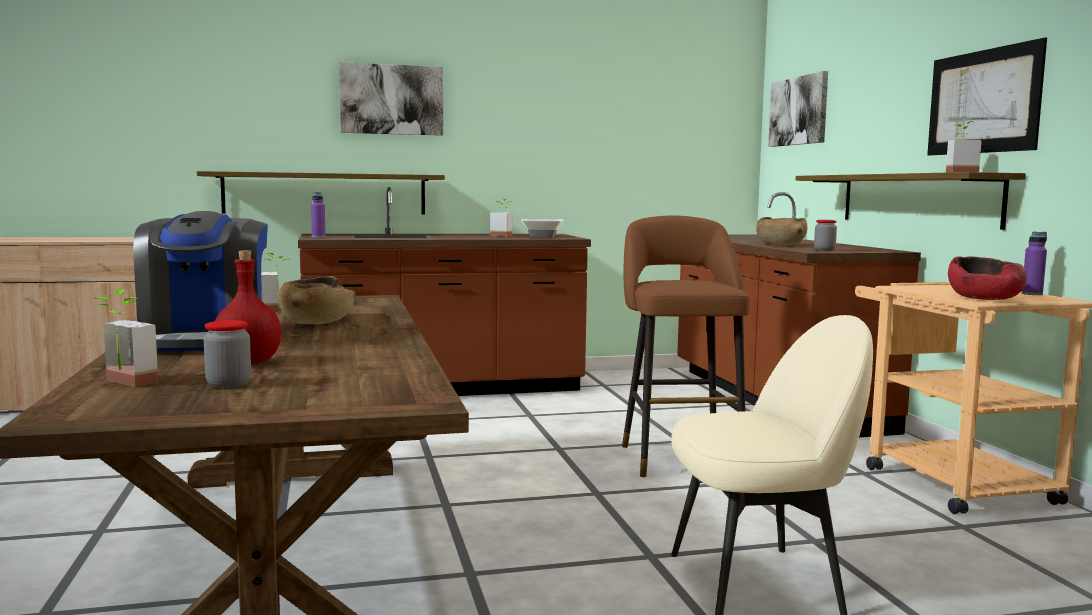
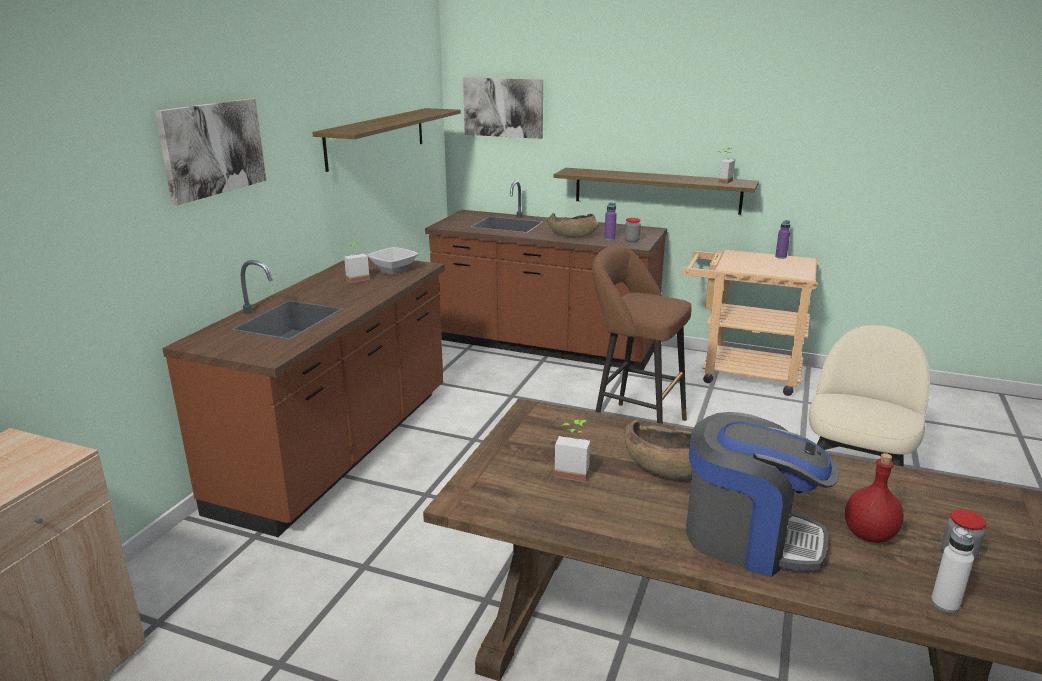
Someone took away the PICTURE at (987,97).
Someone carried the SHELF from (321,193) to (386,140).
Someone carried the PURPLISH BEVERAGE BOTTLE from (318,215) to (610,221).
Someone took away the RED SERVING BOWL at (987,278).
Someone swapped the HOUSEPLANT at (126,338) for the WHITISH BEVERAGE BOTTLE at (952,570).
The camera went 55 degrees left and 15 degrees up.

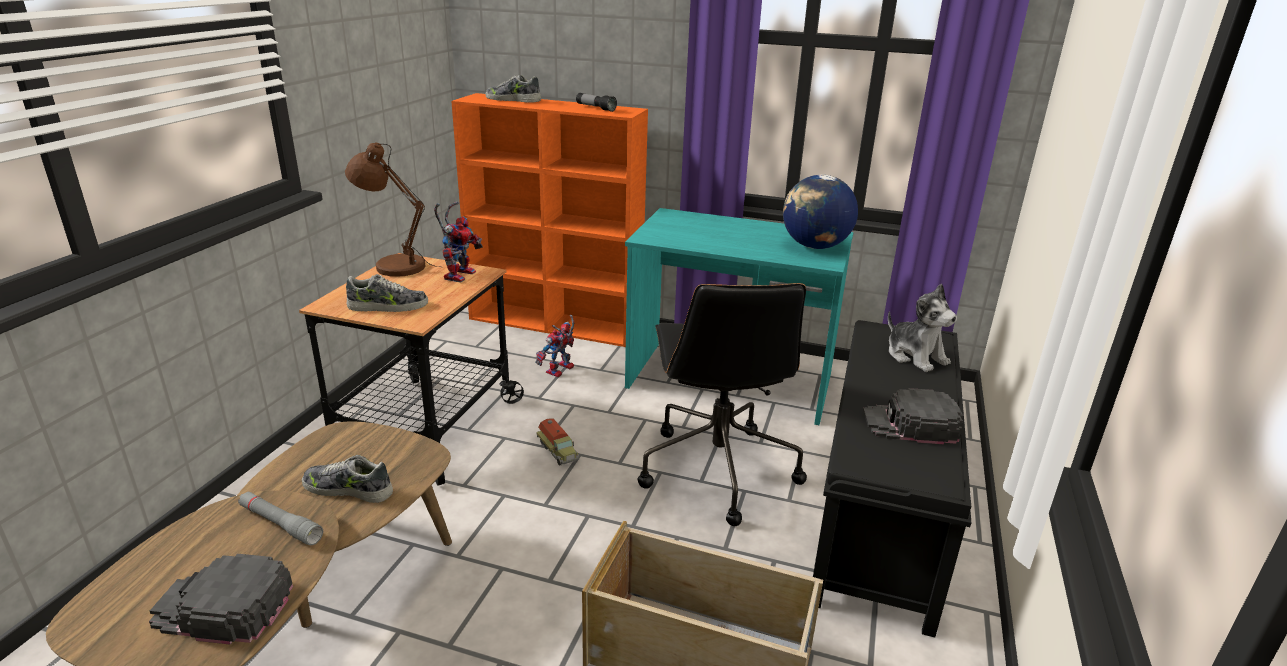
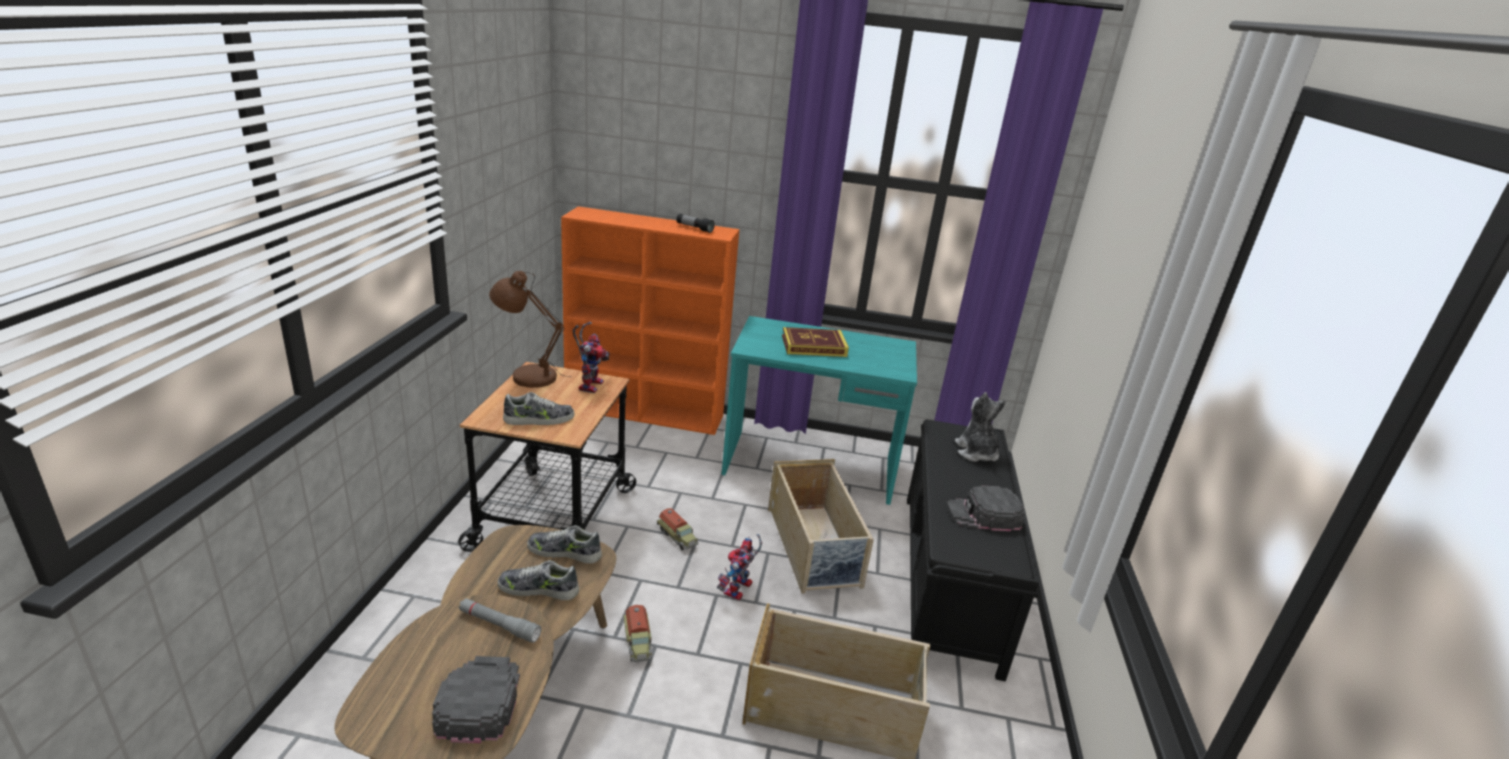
Someone carried the SHOE from (513,89) to (564,544).
Someone took away the GLOBE at (820,212).
Someone swapped the BLACK-COLOURED COMPUTER CHAIR at (722,404) for the BEIGE STORAGE BOX at (821,526).
Someone rotated the CUDDLY TOY at (922,328) by 150 degrees counterclockwise.
Someone carried the ROBOT FIGURE from (554,346) to (739,567).
Someone rotated the BLACK-COLOURED CAP at (221,599) by 90 degrees clockwise.
Someone put down the BOOK at (815,342).
Someone put down the TOY TRUCK at (638,633).
The camera went 10 degrees left and 0 degrees up.

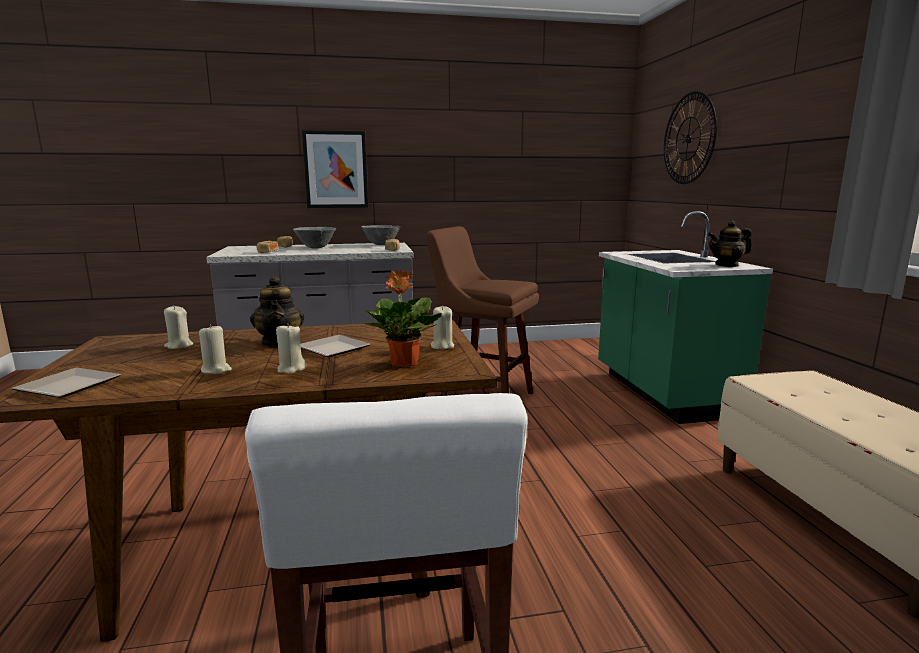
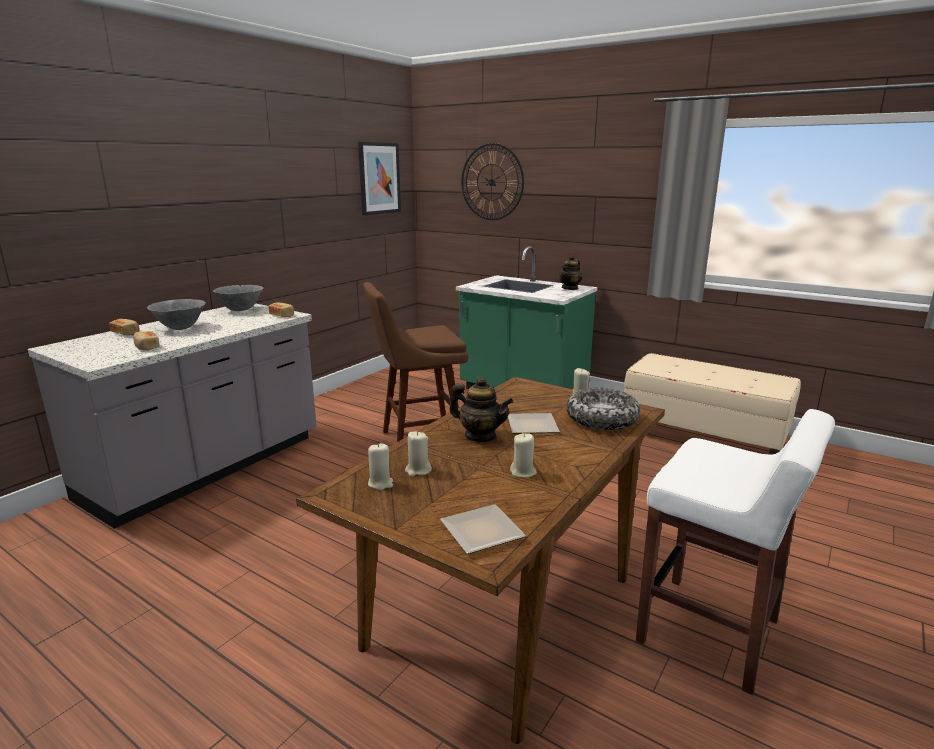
Someone carried the PICTURE from (335,169) to (379,178).
Someone swapped the HOUSEPLANT at (403,318) for the SERVING BOWL at (603,409).
Someone carried the BEIGE WAX CANDLE from (291,348) to (380,466).
The camera went 45 degrees left and 5 degrees up.

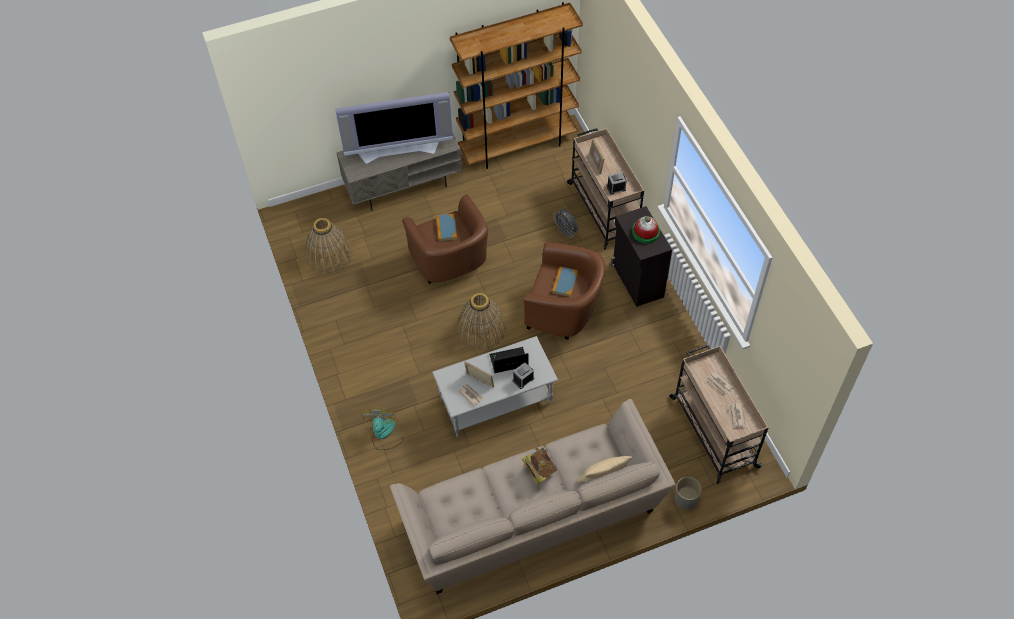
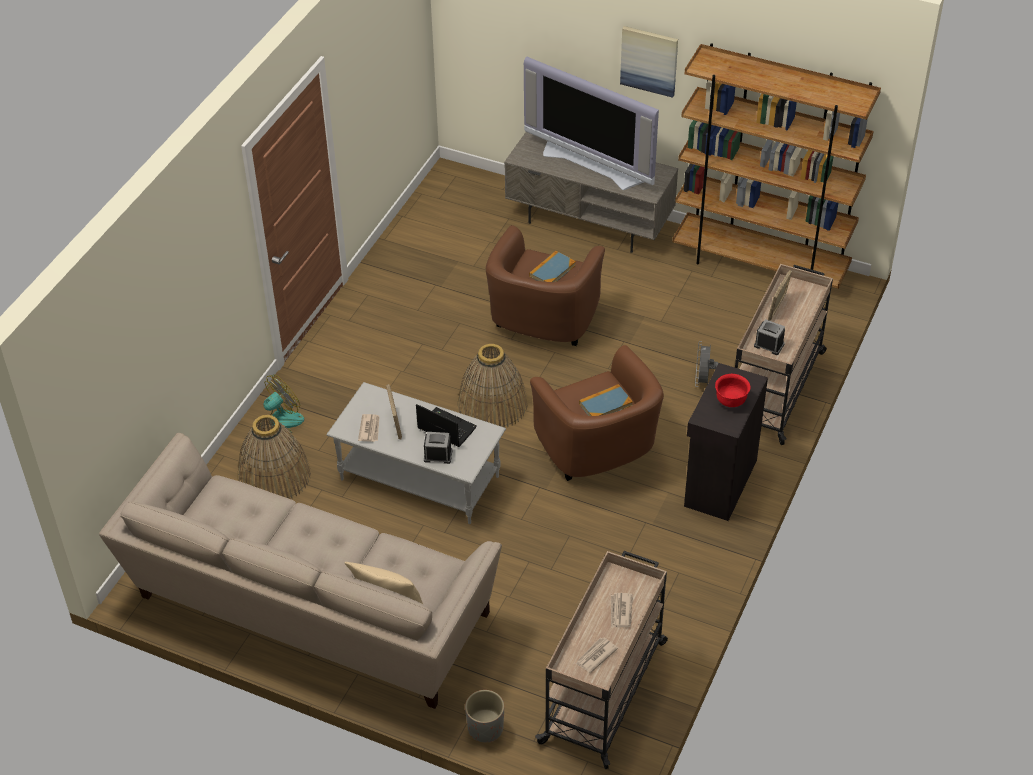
Someone swapped the CLOTHING HAT at (646,229) for the RED SERVING BOWL at (733,390).
Someone carried the STORAGE BASKET from (329,246) to (274,457).
Someone took away the BOOK at (539,465).
Someone put up the PICTURE at (649,62).
The camera went 45 degrees right and 10 degrees down.

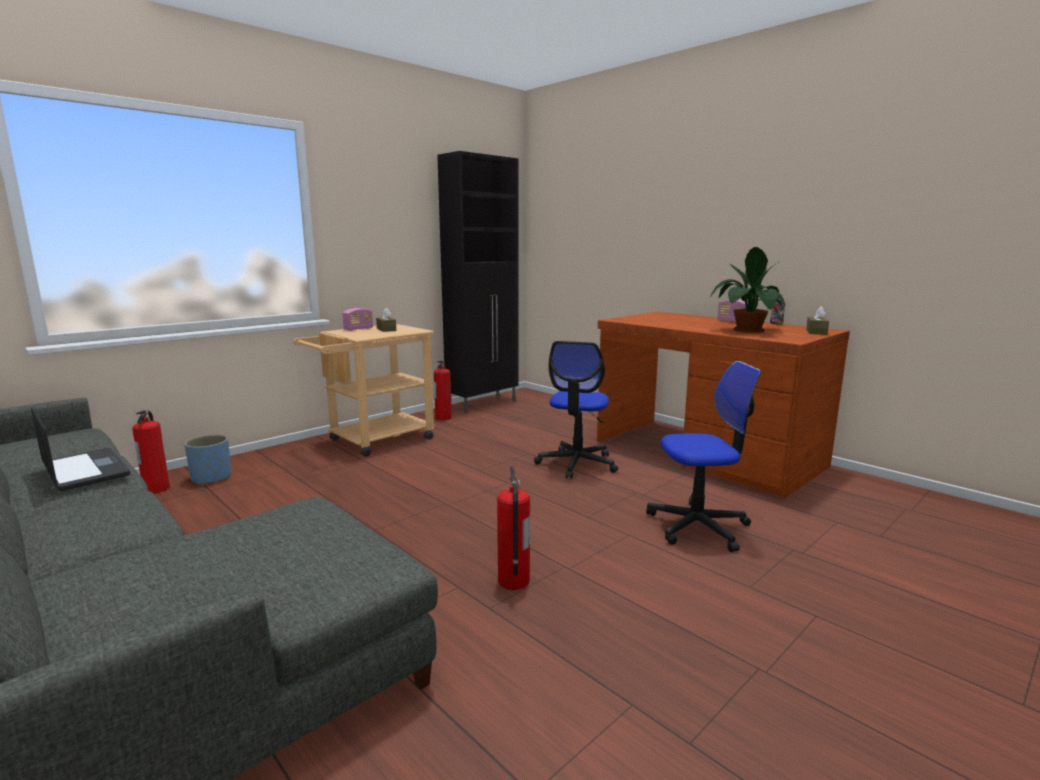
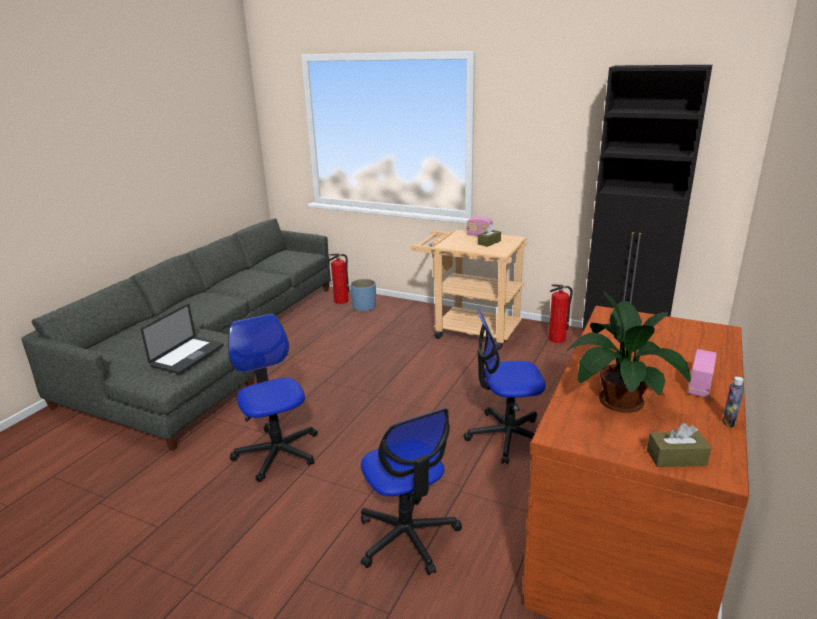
Someone carried the LAPTOP from (80,449) to (182,339).
Someone swapped the FIRE-FIGHTING CYLINDER at (513,528) for the COMPUTER CHAIR at (273,398).
The camera went 70 degrees right and 10 degrees up.

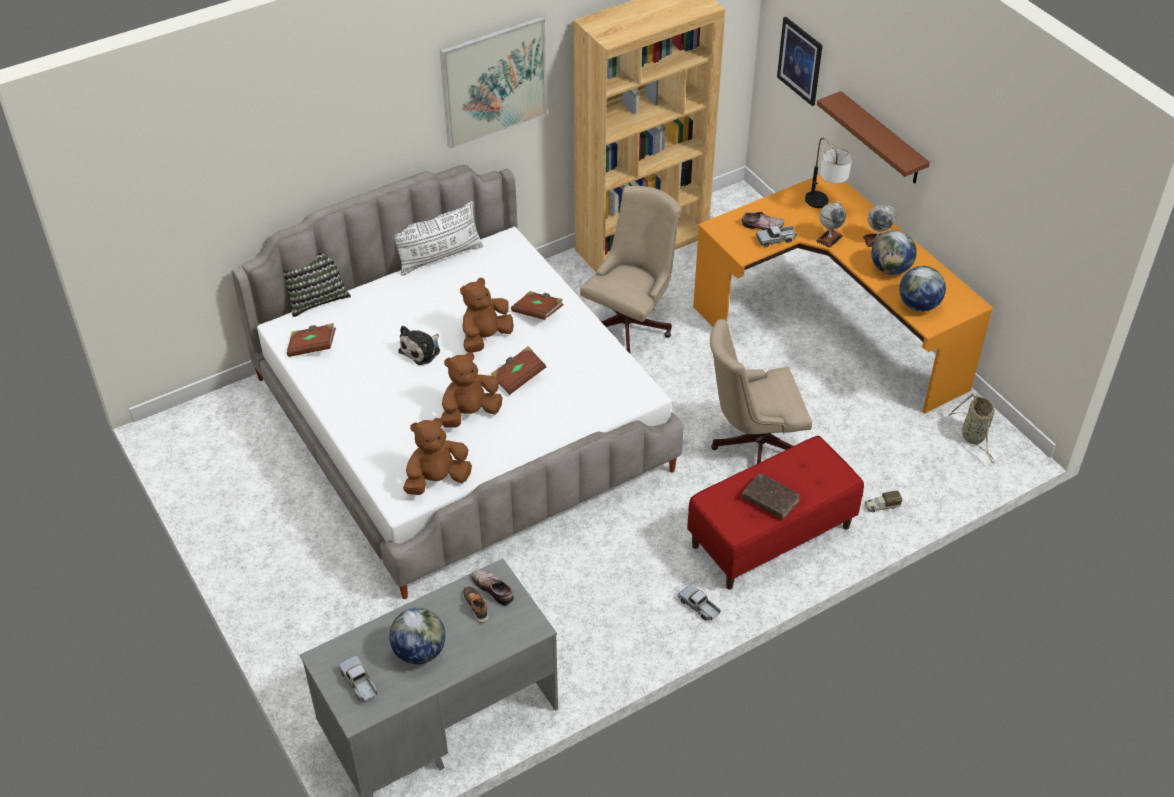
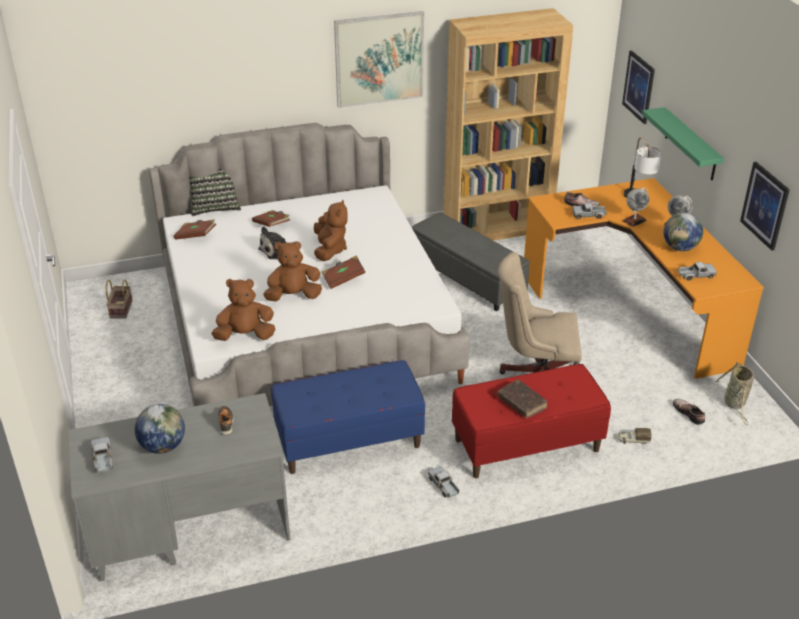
Someone repainted the BROWN SHELF at (873,137), which became the GREEN-COLOURED SHELF at (683,143).
Someone swapped the BEIGE COMPUTER CHAIR at (631,269) for the GRAY POUFFE at (471,262).
Someone took away the WHITISH THROW PILLOW at (438,238).
Someone swapped the GLOBE at (922,289) for the TOY TRUCK at (697,271).
Someone rotated the BROWN CUDDLY TOY at (487,315) by 120 degrees clockwise.
Someone carried the BROWN BOOK from (537,305) to (271,218).
Someone carried the SHOE from (492,588) to (689,412).
Someone put up the PICTURE at (765,206).
Someone put down the STORAGE BASKET at (119,299).
Someone put down the BLUISH INDOOR BENCH at (348,417).
The camera went 15 degrees right and 10 degrees down.

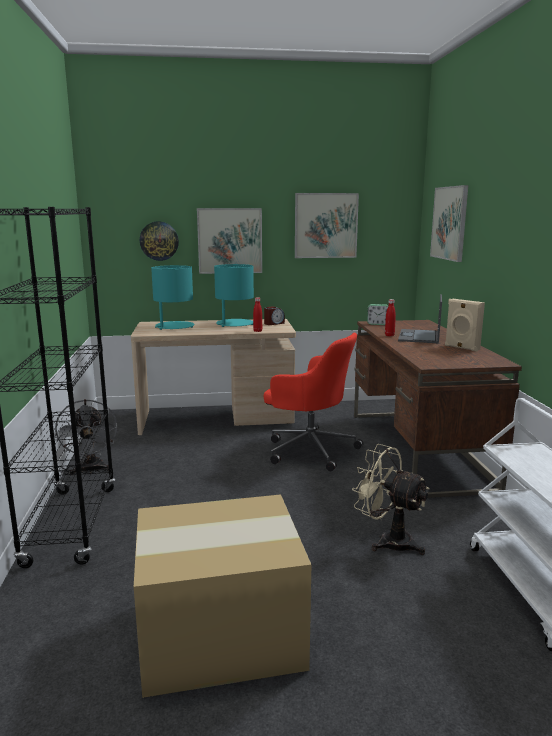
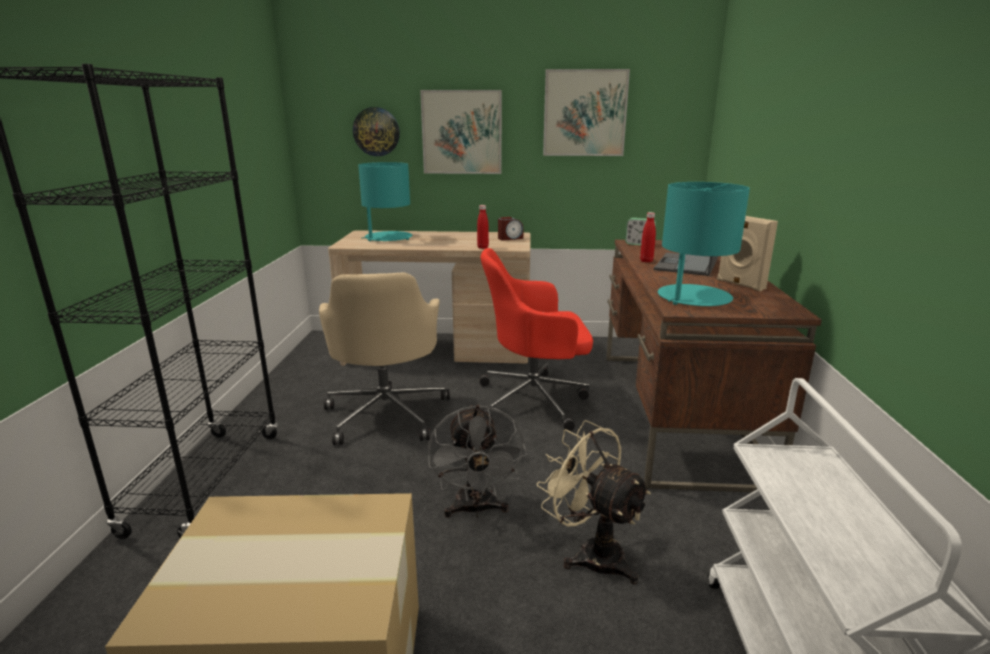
Someone took away the PICTURE at (449,223).
Someone carried the TURQUOISE TABLE LAMP from (234,295) to (704,244).
Someone rotated the RED COMPUTER CHAIR at (313,402) by 135 degrees clockwise.
Someone carried the GRAY FAN from (86,436) to (477,461).
Someone put down the BEIGE COMPUTER CHAIR at (384,358).
The camera went 10 degrees right and 5 degrees up.

